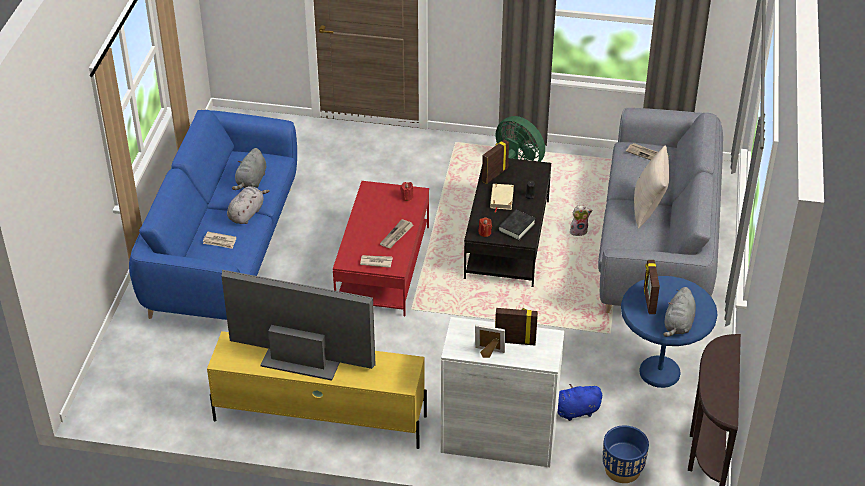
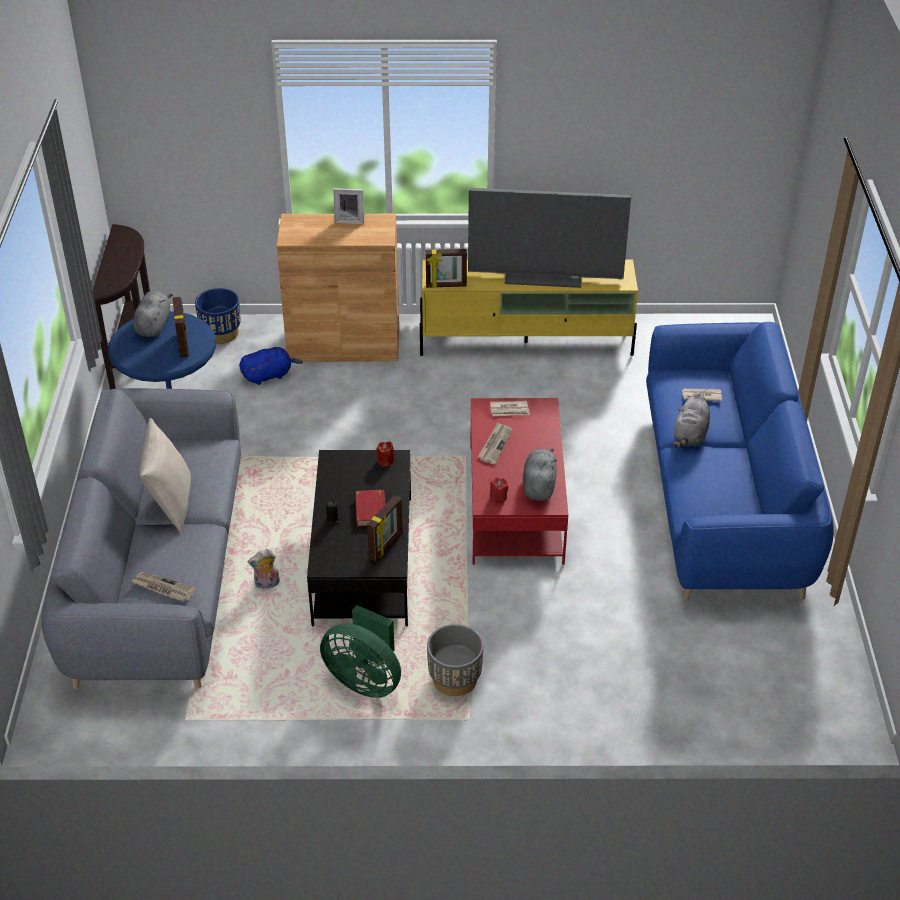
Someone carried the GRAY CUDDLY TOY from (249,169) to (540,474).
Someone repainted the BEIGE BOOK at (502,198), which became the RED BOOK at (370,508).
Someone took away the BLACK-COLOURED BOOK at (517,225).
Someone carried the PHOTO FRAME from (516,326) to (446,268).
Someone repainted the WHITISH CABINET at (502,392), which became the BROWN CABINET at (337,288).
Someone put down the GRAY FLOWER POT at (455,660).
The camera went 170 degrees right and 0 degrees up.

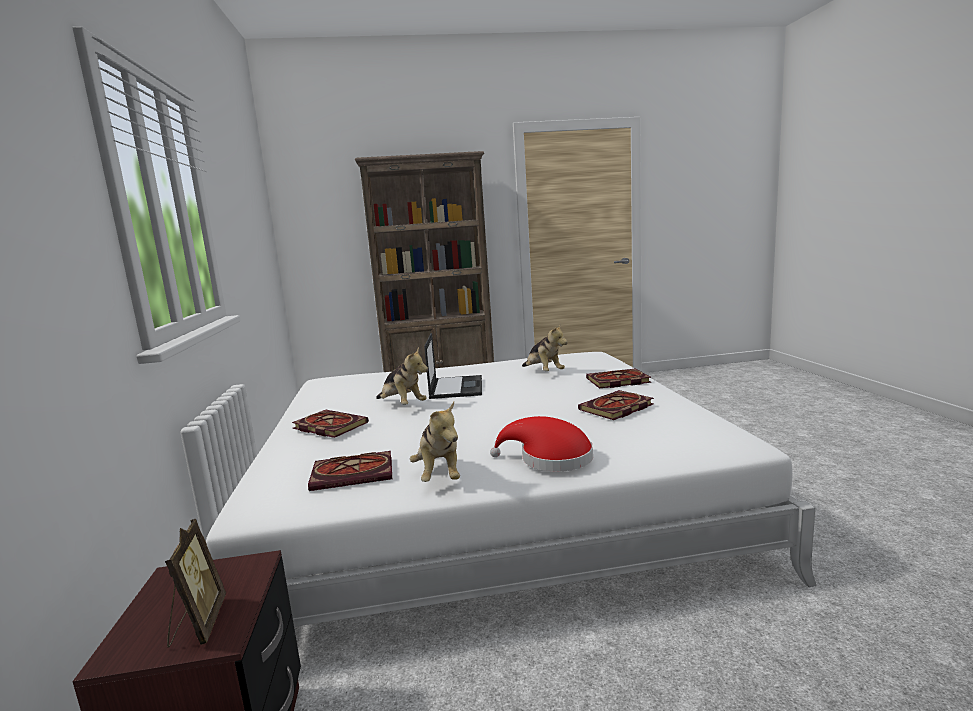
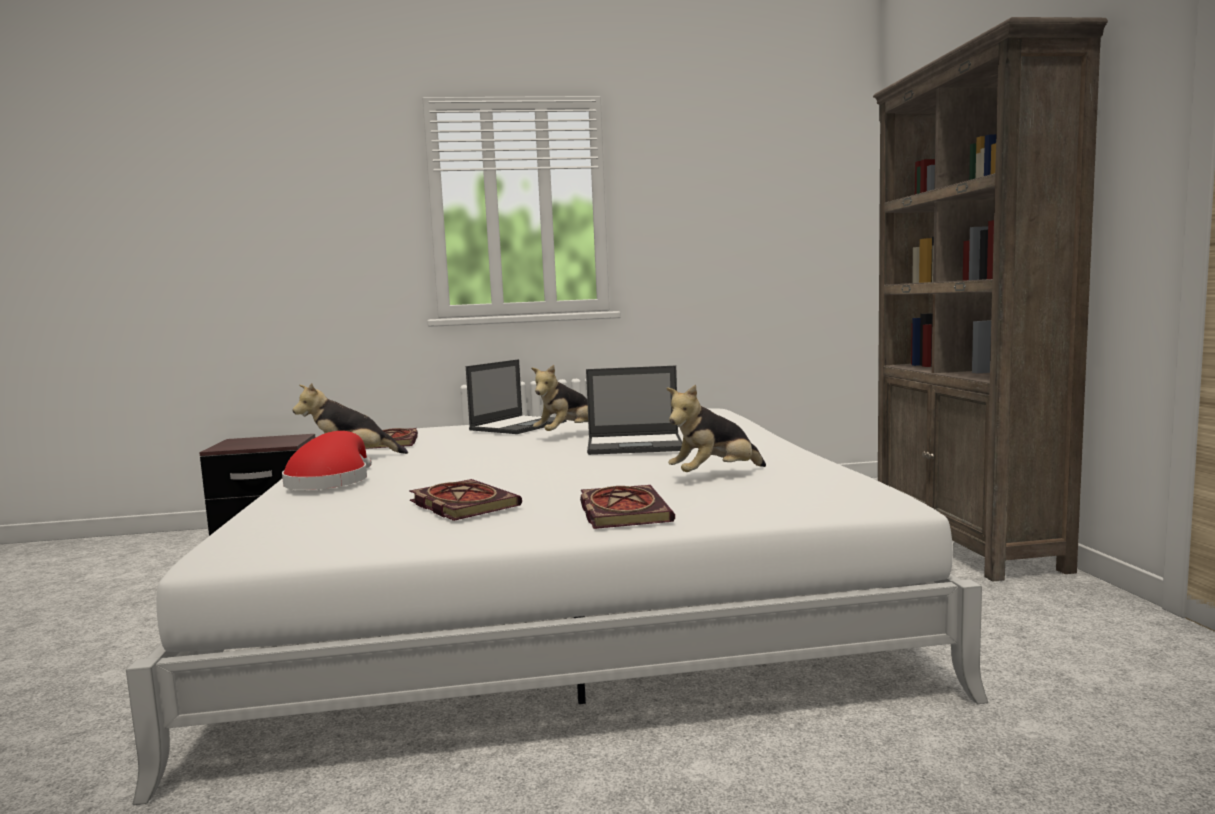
Someone swapped the BOOK at (330,424) for the LAPTOP at (516,396).
Someone took away the PHOTO FRAME at (195,583).
The camera went 90 degrees right and 5 degrees down.

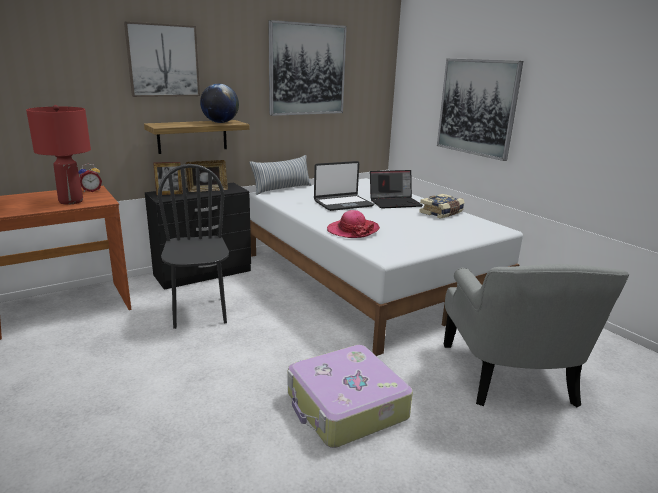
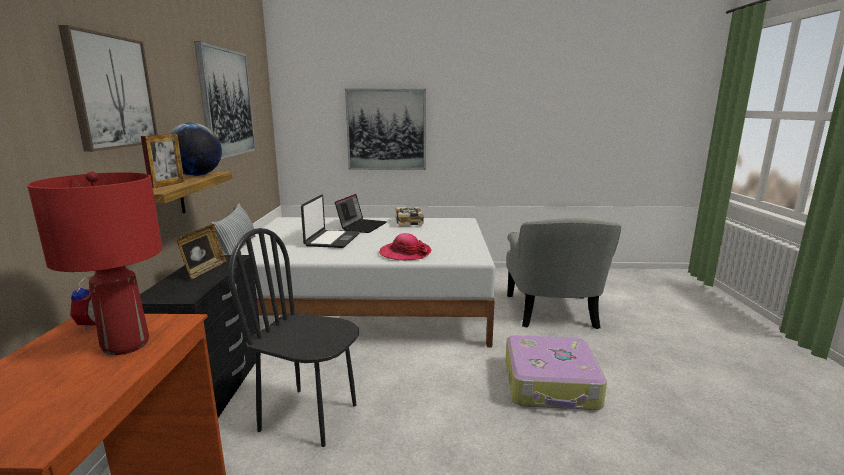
Someone carried the PHOTO FRAME from (168,178) to (162,161).
Someone rotated the GRAY LOUNGE CHAIR at (536,335) by 60 degrees clockwise.
The camera went 55 degrees left and 5 degrees down.

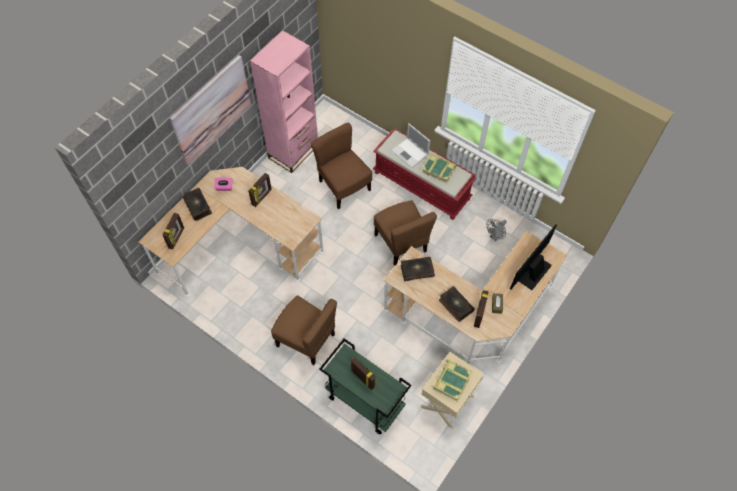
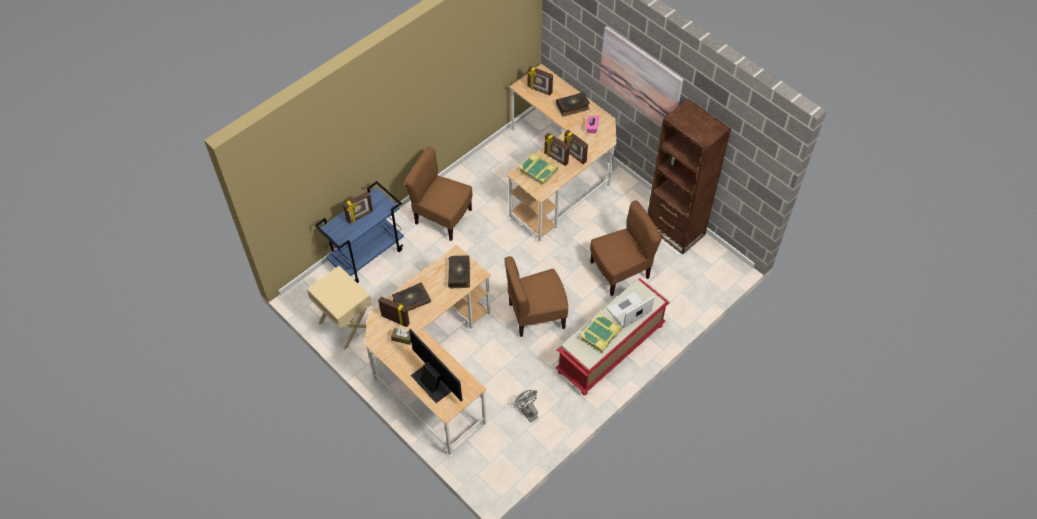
Someone repainted the PINKISH BOOKSHELF at (284,101), which became the BROWN BOOKSHELF at (689,177).
Someone rotated the BROWN UPRIGHT CHAIR at (304,330) by 75 degrees clockwise.
Someone repainted the GREEN-COLOURED CART at (365,386), which became the BLUISH CART at (359,232).
Someone carried the BOOK from (452,381) to (538,169).
Someone put down the PHOTO FRAME at (556,149).
The camera went 100 degrees right and 5 degrees down.

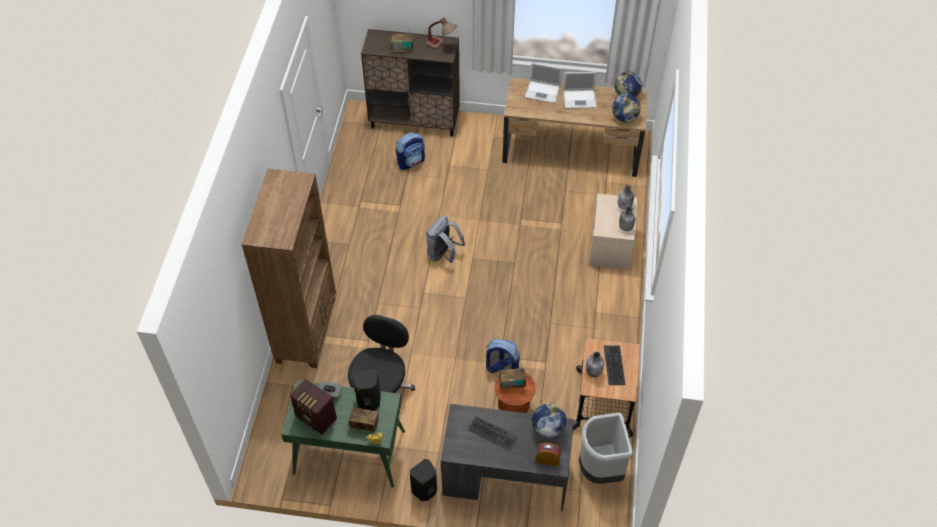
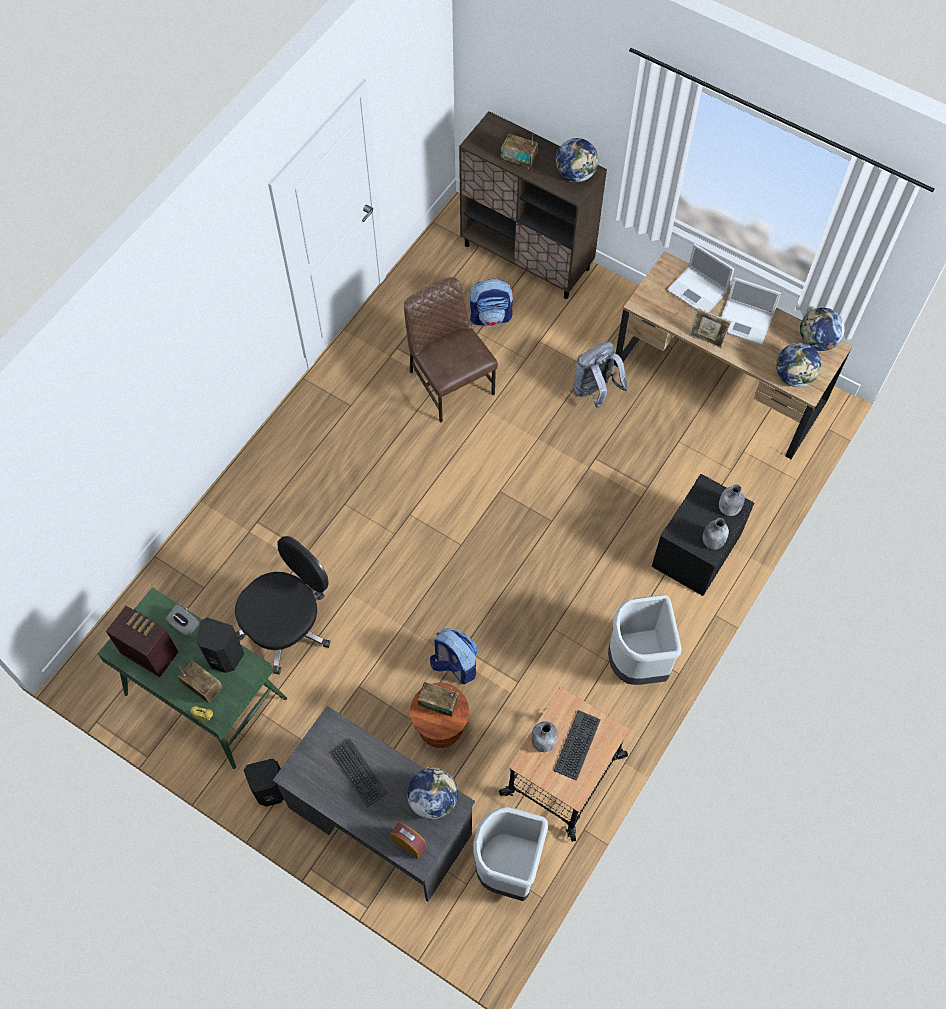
Someone swapped the TABLE LAMP at (441,33) for the GLOBE at (577,160).
Someone took away the BROWN BOOKSHELF at (288,268).
Someone repainted the BEIGE BEDSIDE TABLE at (613,232), which became the BLACK-COLOURED BEDSIDE TABLE at (703,535).
Someone carried the GRAY BACKPACK from (445,239) to (601,375).
Someone rotated the RADIO SET at (313,407) by 150 degrees clockwise.
Someone put down the BROWN UPRIGHT CHAIR at (451,350).
Someone put down the PHOTO FRAME at (710,328).
Someone put down the GRAY WASTE BIN at (645,639).
The camera went 25 degrees right and 10 degrees up.

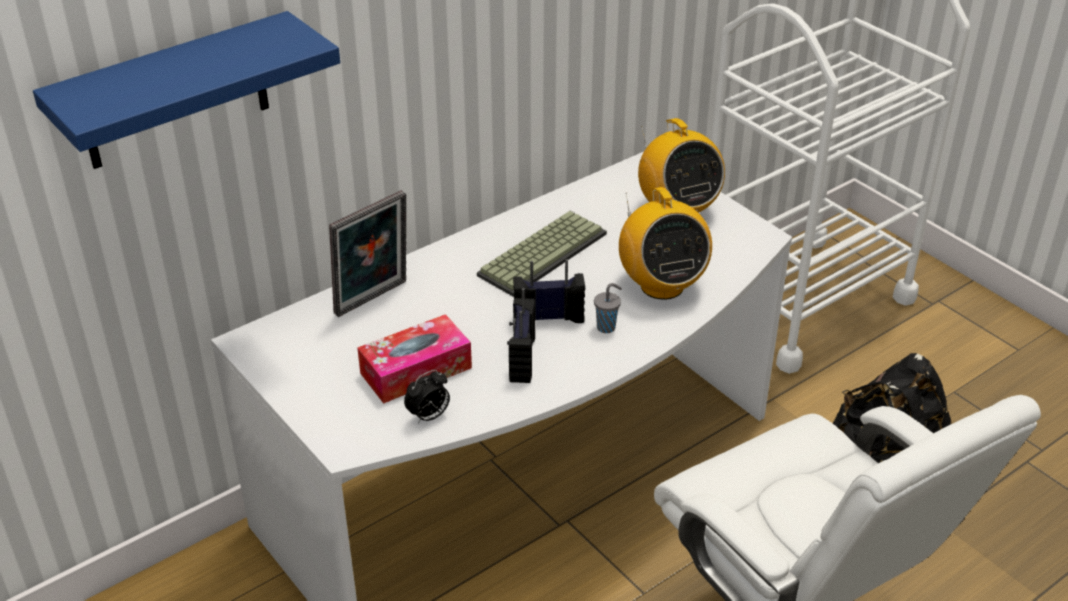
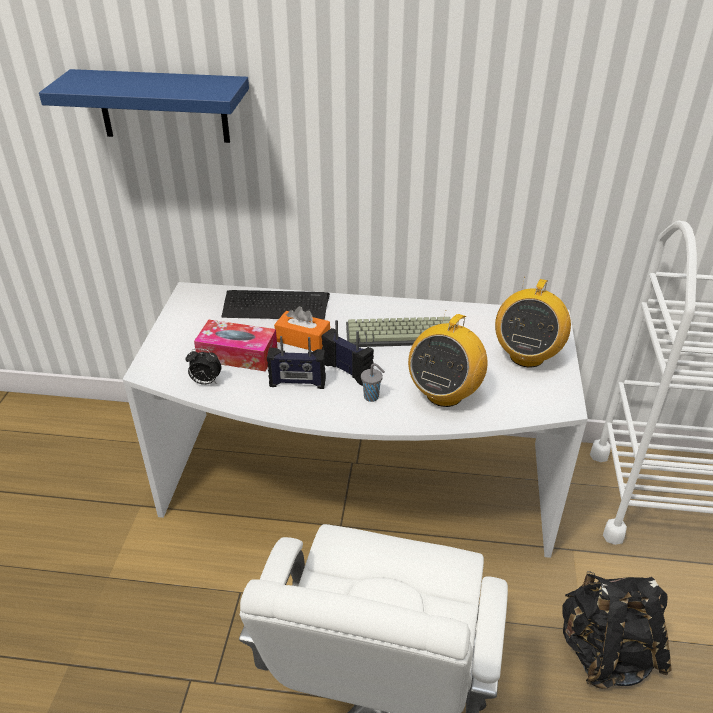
Someone swapped the PHOTO FRAME at (367,253) for the KEYBOARD at (275,305).
Someone rotated the RADIO SET at (521,335) by 135 degrees counterclockwise.
Someone put down the ORANGE TISSUE HOLDER at (302,328).
The camera went 45 degrees right and 0 degrees up.

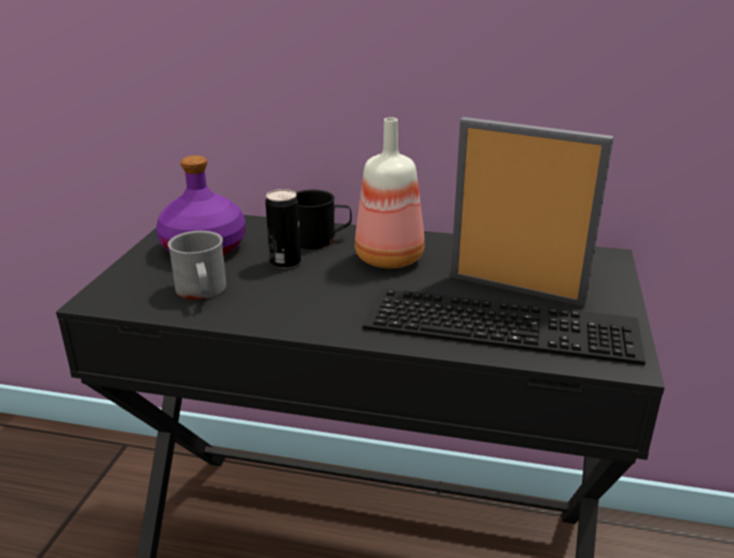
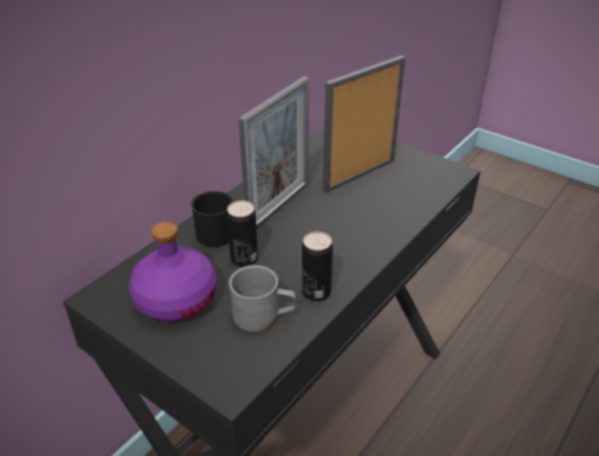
Someone swapped the BEVERAGE BOTTLE at (390,193) for the PHOTO FRAME at (274,152).
Someone took away the KEYBOARD at (504,326).
Someone put down the METAL CAN at (317,266).
The camera went 65 degrees left and 10 degrees up.

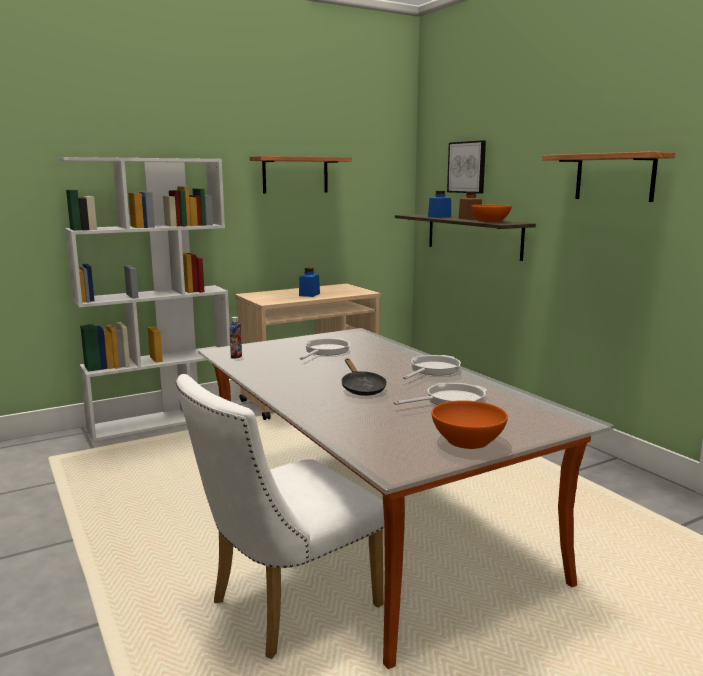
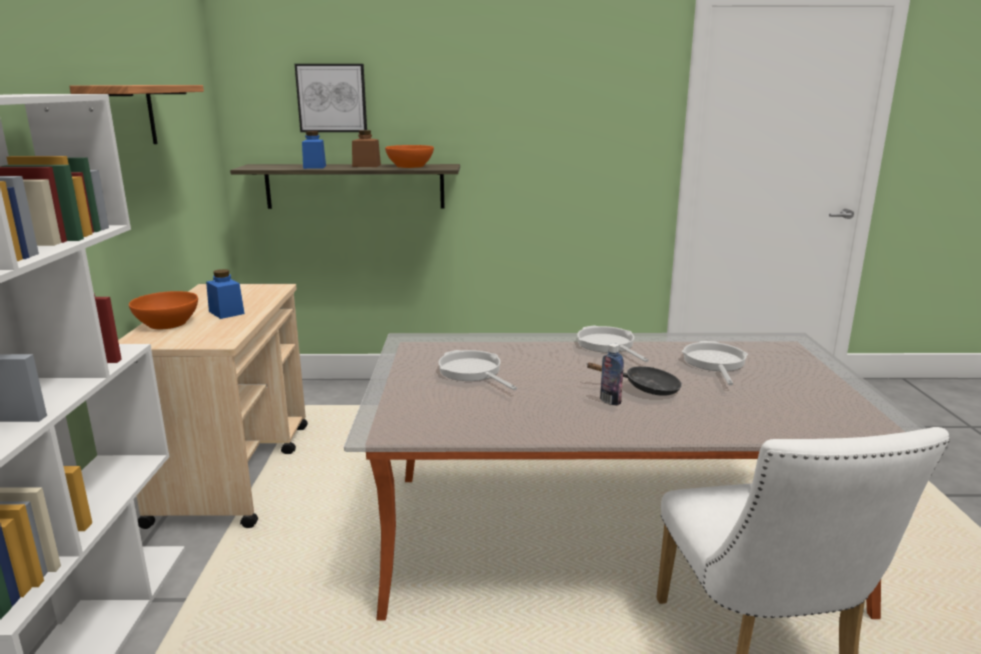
Someone took away the SHELF at (608,177).
Someone carried the BEVERAGE BOTTLE from (235,338) to (612,374).
Someone carried the ORANGE SERVING BOWL from (470,424) to (163,310).
The camera went 60 degrees left and 5 degrees up.

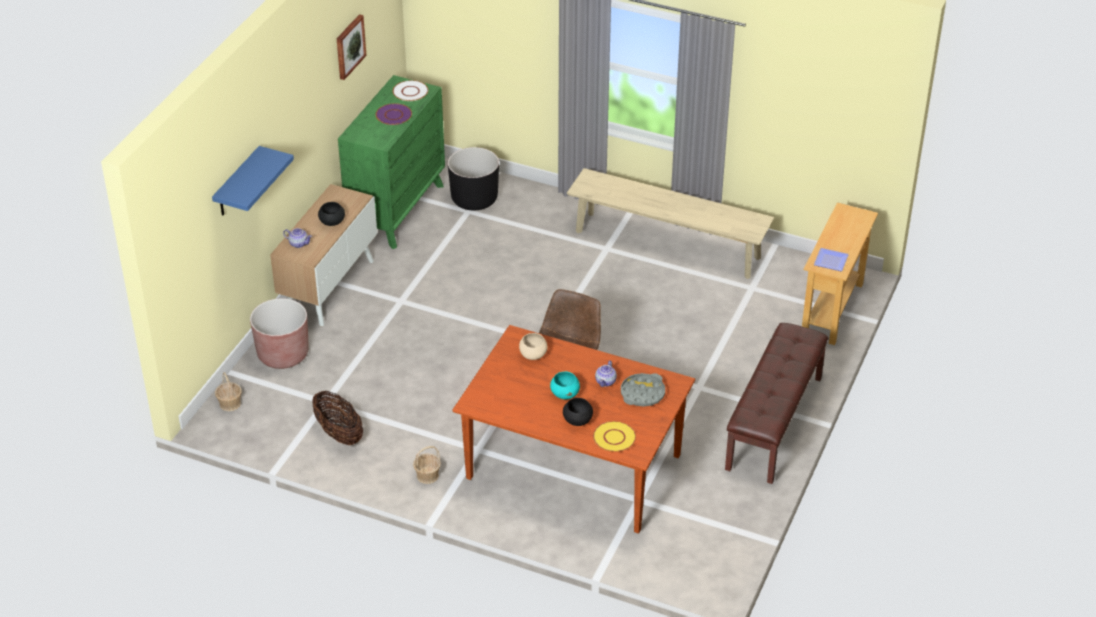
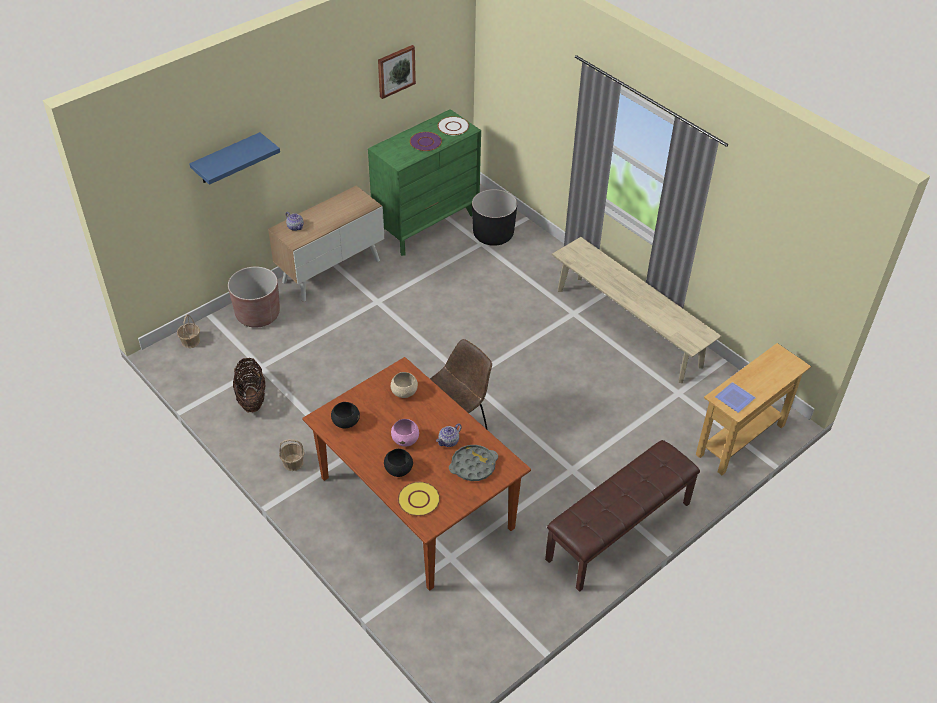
Someone carried the BLACK-COLOURED SERVING BOWL from (331,214) to (345,415).
Someone repainted the TURQUOISE SERVING BOWL at (565,385), which became the PINKISH SERVING BOWL at (405,433).
The camera went 25 degrees right and 5 degrees up.

